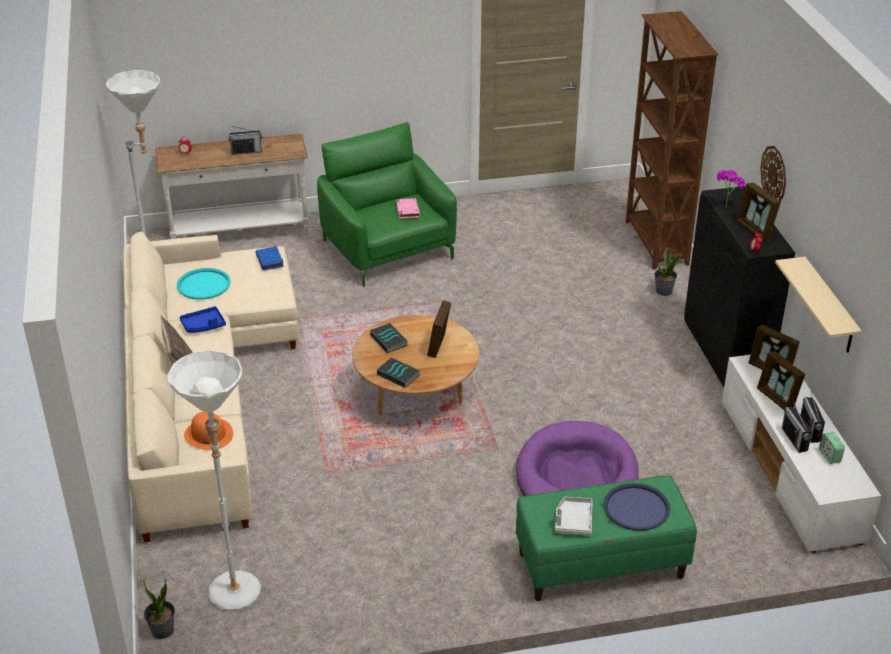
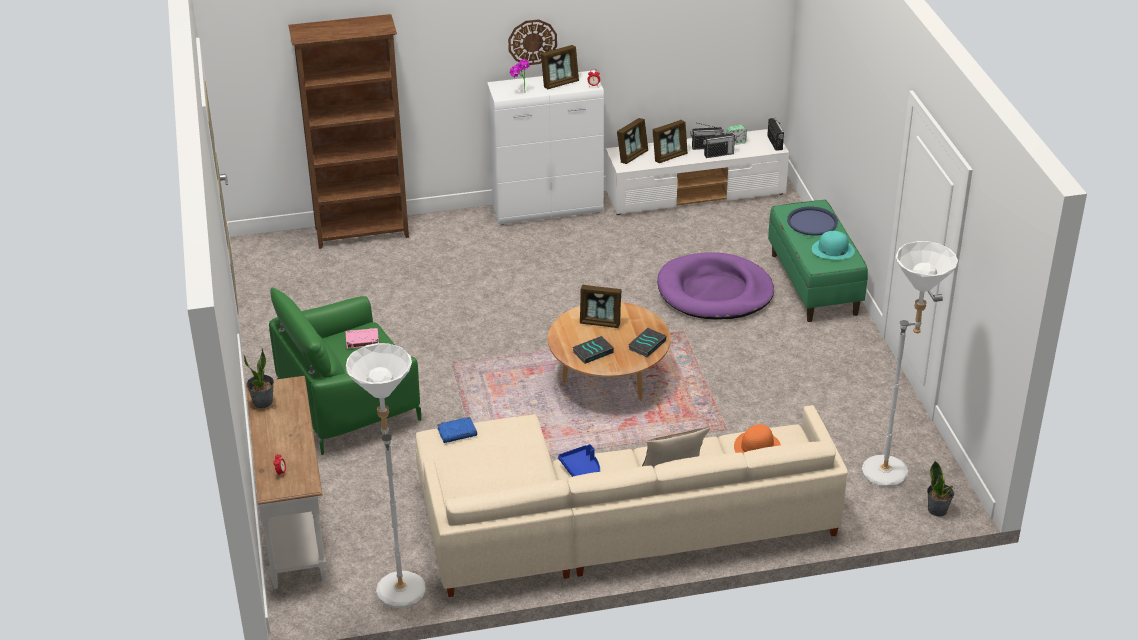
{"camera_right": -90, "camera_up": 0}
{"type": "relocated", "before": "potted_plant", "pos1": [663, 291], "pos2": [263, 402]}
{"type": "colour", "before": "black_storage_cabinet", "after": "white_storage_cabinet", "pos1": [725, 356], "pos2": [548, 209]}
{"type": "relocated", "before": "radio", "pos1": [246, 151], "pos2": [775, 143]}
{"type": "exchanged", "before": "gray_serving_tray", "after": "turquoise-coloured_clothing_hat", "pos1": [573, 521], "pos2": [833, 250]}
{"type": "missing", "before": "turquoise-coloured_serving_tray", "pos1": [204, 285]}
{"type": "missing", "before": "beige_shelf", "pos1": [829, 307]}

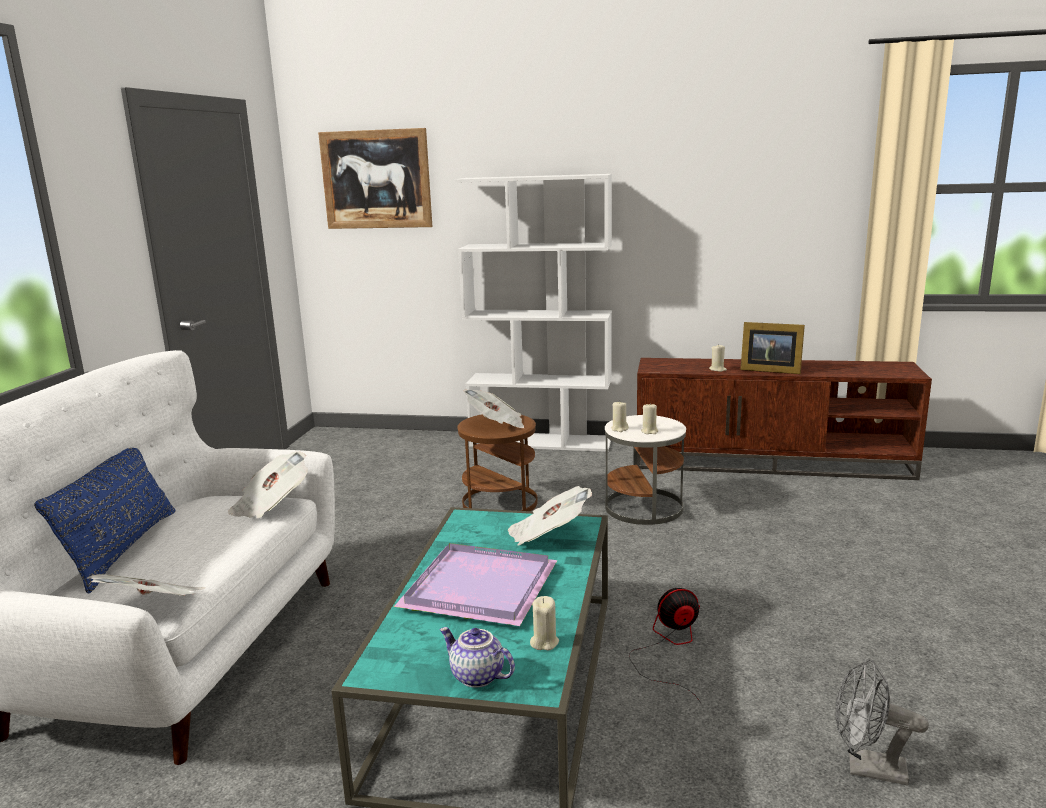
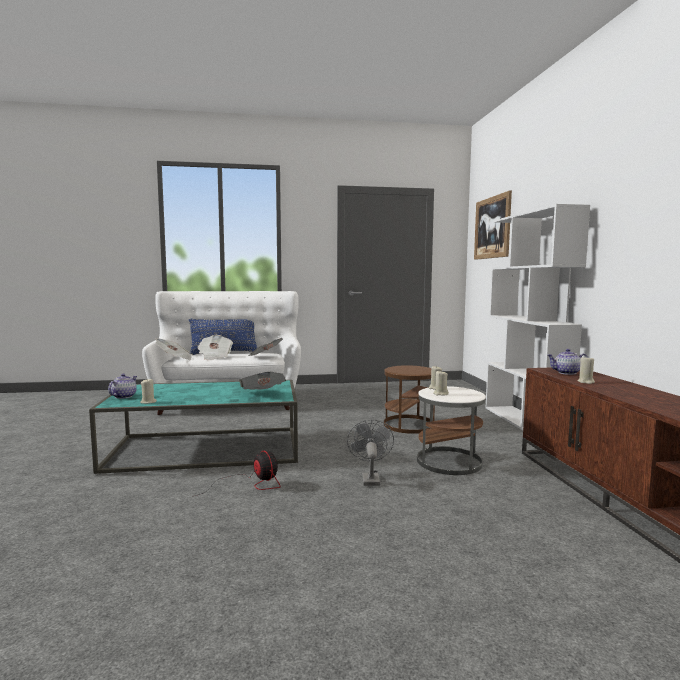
{"camera_right": 70, "camera_up": -10}
{"type": "relocated", "before": "printed_paper", "pos1": [496, 424], "pos2": [215, 357]}
{"type": "relocated", "before": "gray_electric_fan", "pos1": [867, 768], "pos2": [370, 478]}
{"type": "appeared", "after": "teapot", "pos2": [566, 373]}
{"type": "missing", "before": "purple_serving_tray", "pos1": [476, 588]}
{"type": "missing", "before": "picture_frame", "pos1": [768, 370]}

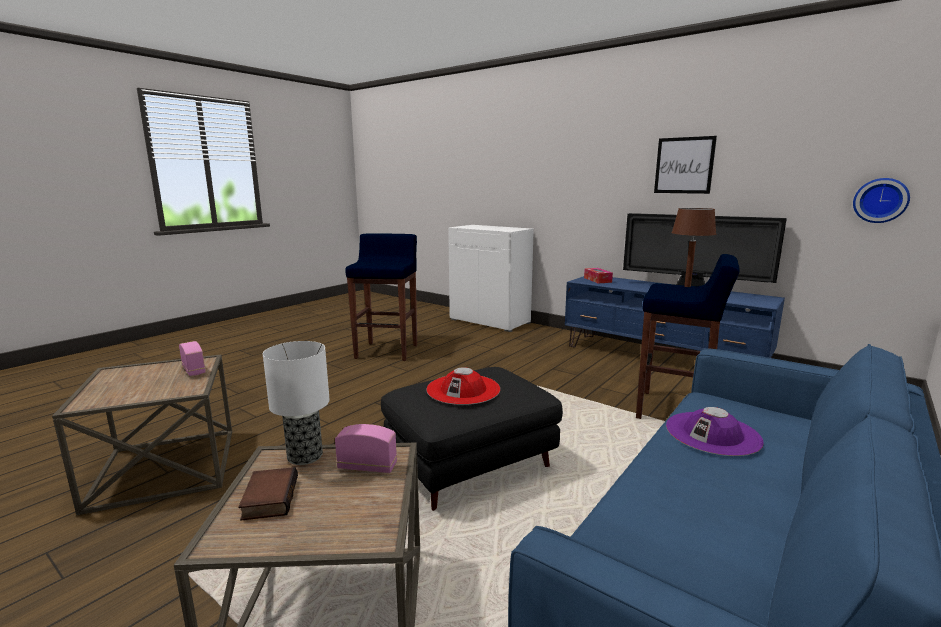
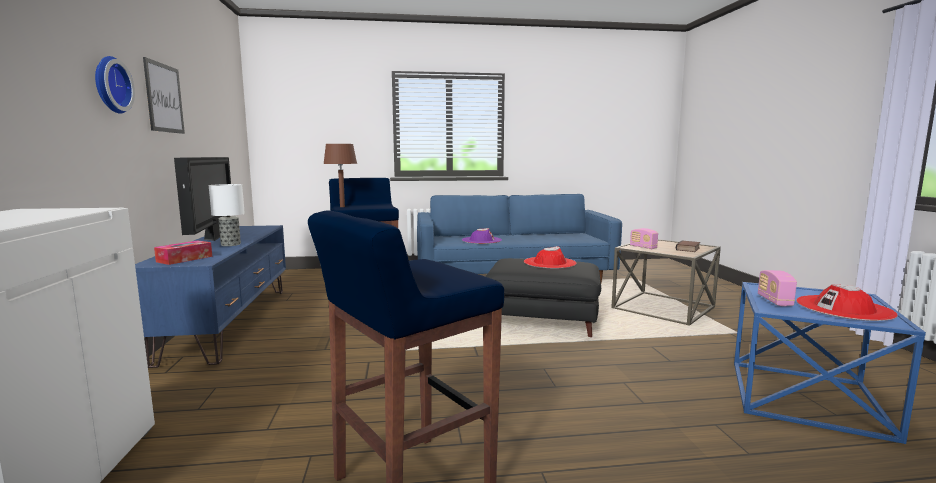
{"camera_right": -135, "camera_up": -5}
{"type": "relocated", "before": "hanging_clock", "pos1": [880, 200], "pos2": [109, 85]}
{"type": "relocated", "before": "lamp_for_a_table", "pos1": [306, 456], "pos2": [230, 244]}
{"type": "colour", "before": "brown_end_table", "after": "bluish_end_table", "pos1": [164, 467], "pos2": [807, 398]}
{"type": "appeared", "after": "red_clothing_hat", "pos2": [844, 308]}

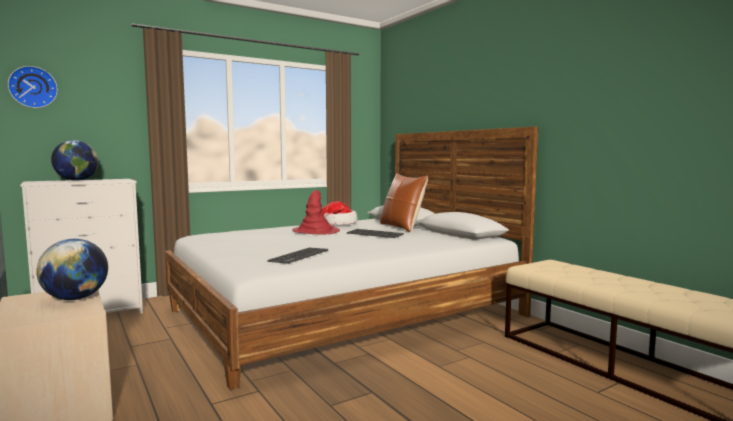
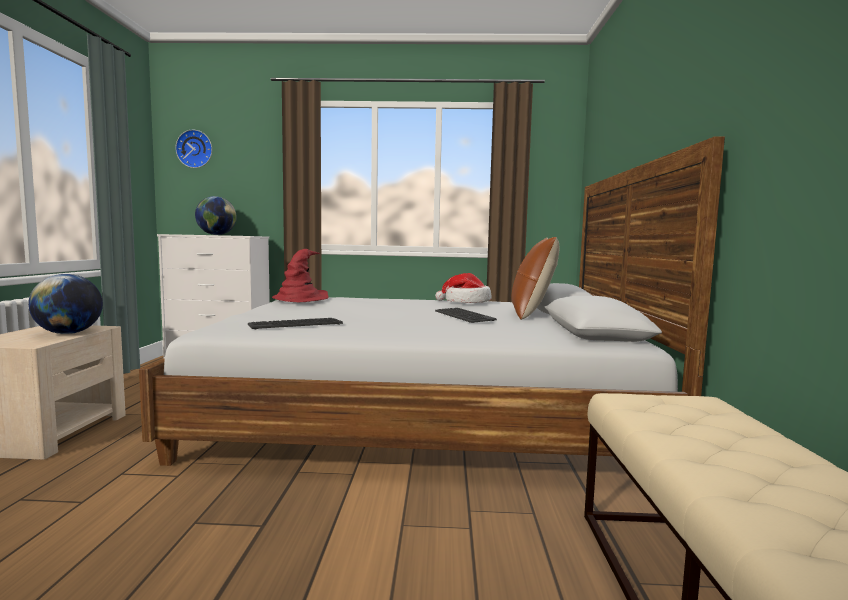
{"camera_right": 35, "camera_up": 0}
{"type": "relocated", "before": "red_clothing_hat", "pos1": [316, 231], "pos2": [301, 299]}

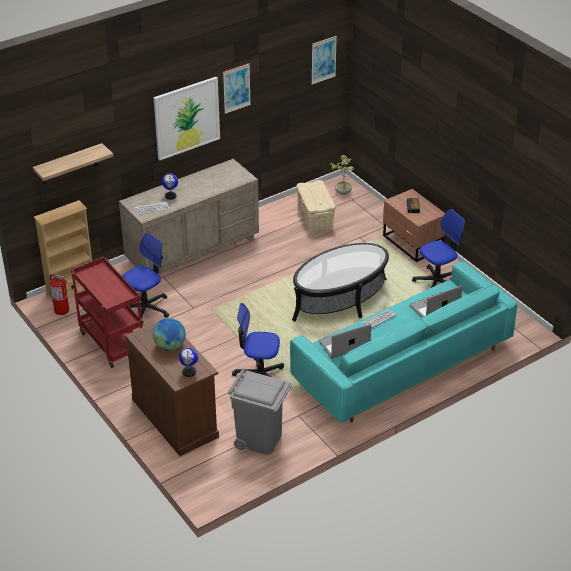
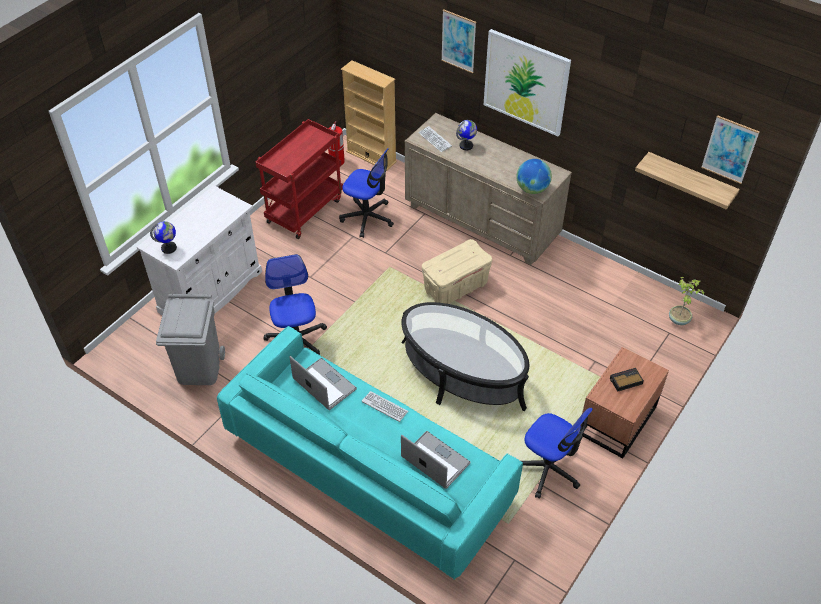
{"camera_right": 70, "camera_up": 10}
{"type": "colour", "before": "brown_storage_cabinet", "after": "white_storage_cabinet", "pos1": [175, 418], "pos2": [211, 292]}
{"type": "relocated", "before": "beige_storage_container", "pos1": [314, 218], "pos2": [456, 286]}
{"type": "relocated", "before": "wall_picture", "pos1": [236, 88], "pos2": [458, 41]}
{"type": "relocated", "before": "desk_globe", "pos1": [170, 346], "pos2": [532, 189]}
{"type": "relocated", "before": "shelf", "pos1": [69, 164], "pos2": [690, 181]}

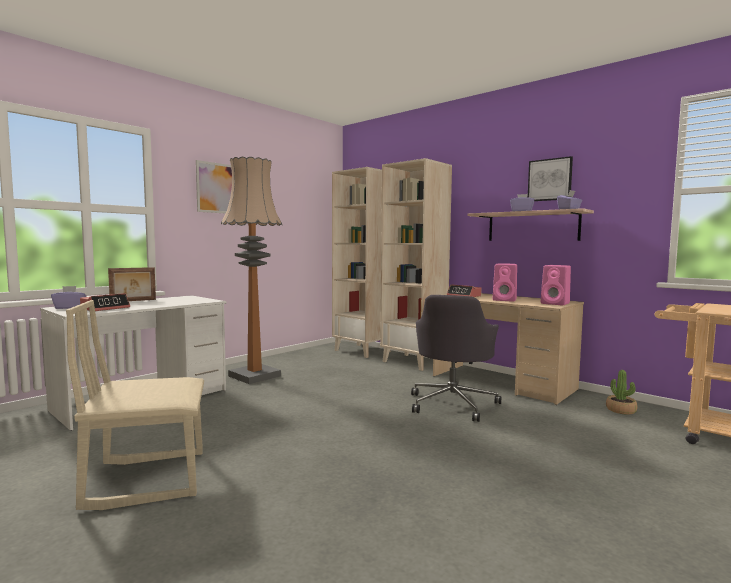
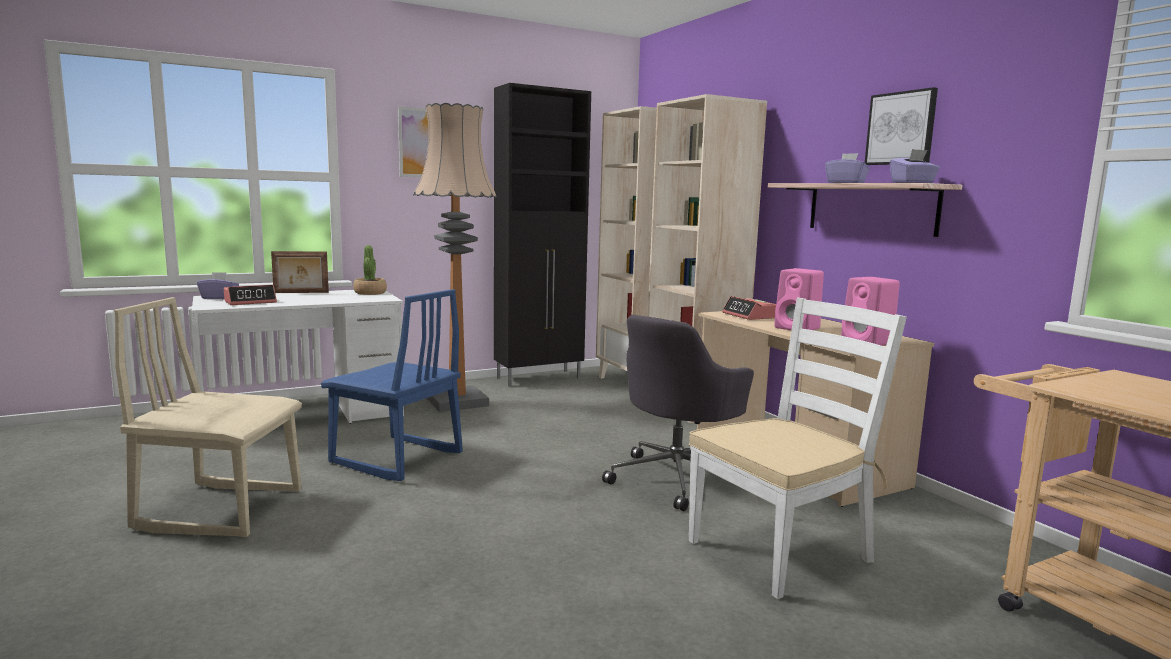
{"camera_right": 20, "camera_up": 5}
{"type": "appeared", "after": "bluish_upright_chair", "pos2": [396, 459]}
{"type": "relocated", "before": "potted_plant", "pos1": [621, 410], "pos2": [370, 293]}
{"type": "appeared", "after": "black_storage_cabinet", "pos2": [540, 378]}
{"type": "appeared", "after": "white_upright_chair", "pos2": [780, 550]}

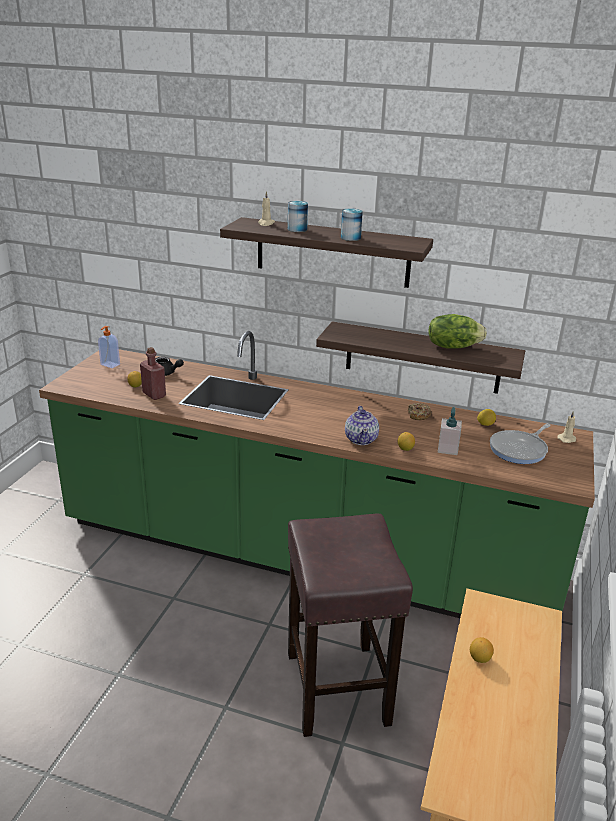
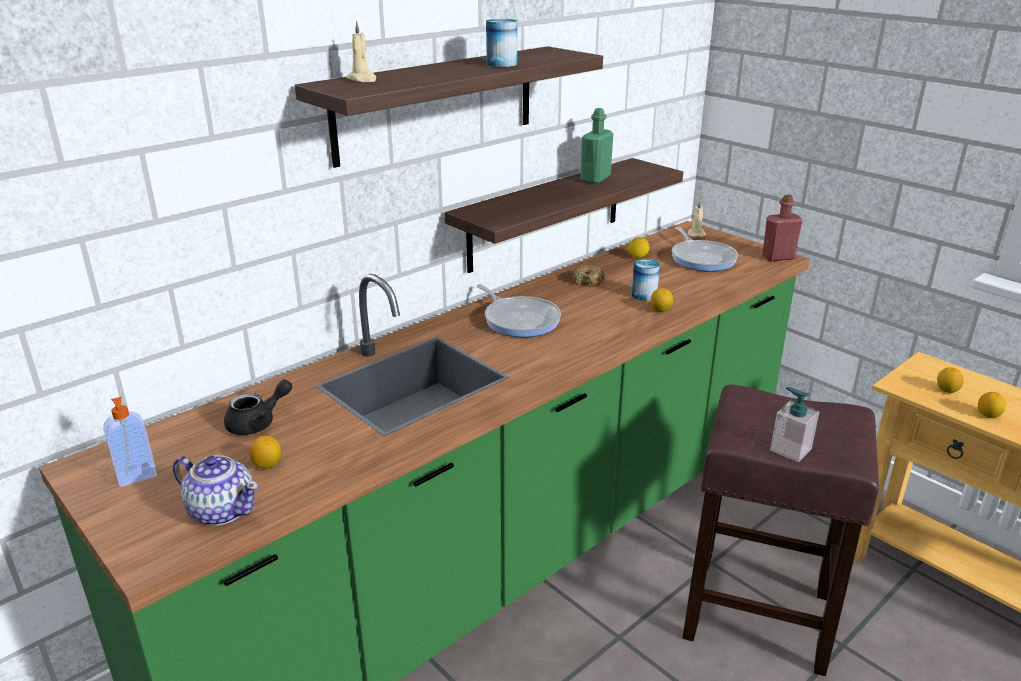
{"camera_right": -60, "camera_up": 0}
{"type": "relocated", "before": "teapot", "pos1": [361, 439], "pos2": [222, 510]}
{"type": "appeared", "after": "frying_pan", "pos2": [519, 320]}
{"type": "exchanged", "before": "lettuce_head", "after": "greenish_bottle", "pos1": [453, 346], "pos2": [595, 179]}
{"type": "relocated", "before": "metal_can", "pos1": [297, 229], "pos2": [644, 295]}
{"type": "relocated", "before": "red_bottle", "pos1": [154, 395], "pos2": [778, 257]}
{"type": "relocated", "before": "soap_dispenser", "pos1": [447, 449], "pos2": [790, 449]}
{"type": "appeared", "after": "lemon", "pos2": [947, 390]}

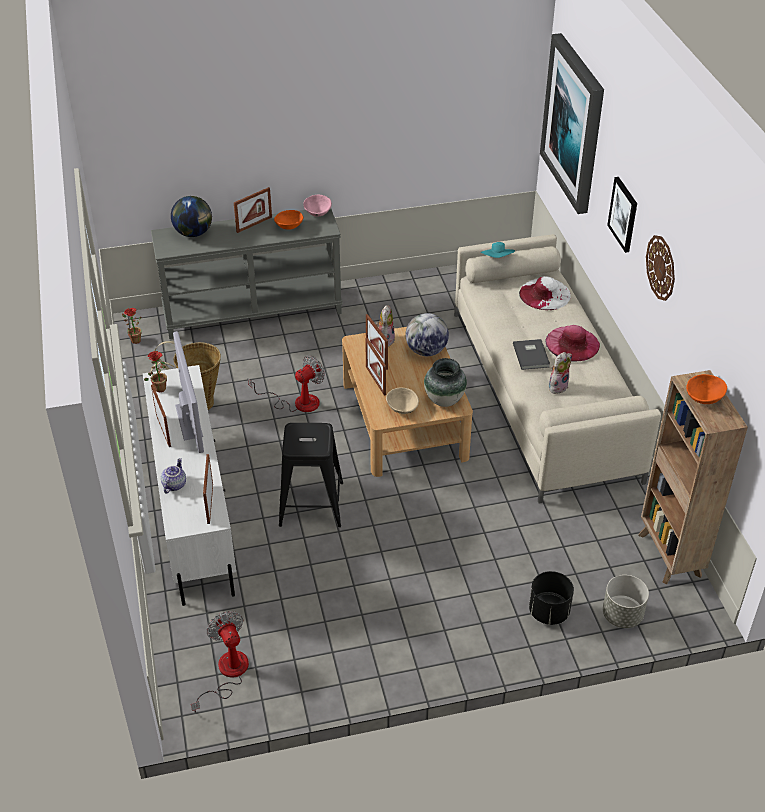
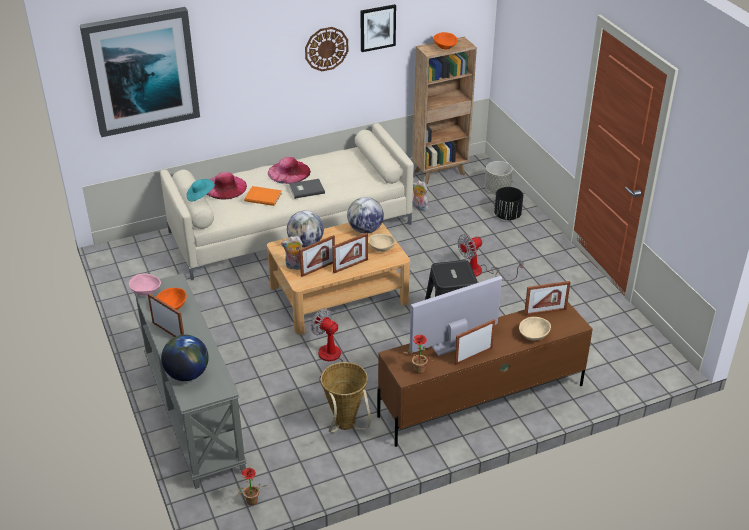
{"camera_right": -100, "camera_up": -5}
{"type": "colour", "before": "white_clothing_hat", "after": "pinkish_clothing_hat", "pos1": [545, 294], "pos2": [225, 187]}
{"type": "appeared", "after": "orange_volume", "pos2": [263, 196]}
{"type": "exchanged", "before": "vase", "after": "desk_globe", "pos1": [444, 400], "pos2": [365, 230]}
{"type": "relocated", "before": "wall_picture", "pos1": [623, 214], "pos2": [377, 27]}
{"type": "colour", "before": "white_tv_stand", "after": "brown_tv_stand", "pos1": [194, 509], "pos2": [480, 400]}
{"type": "relocated", "before": "soft_toy", "pos1": [557, 386], "pos2": [419, 208]}
{"type": "relocated", "before": "electric_fan", "pos1": [227, 673], "pos2": [479, 272]}
{"type": "exchanged", "before": "teapot", "after": "beige_serving_bowl", "pos1": [174, 484], "pos2": [534, 336]}

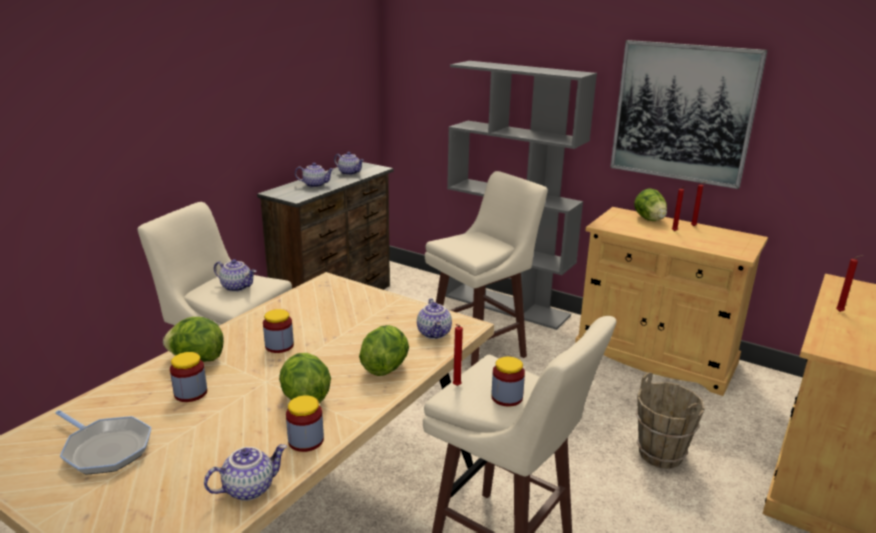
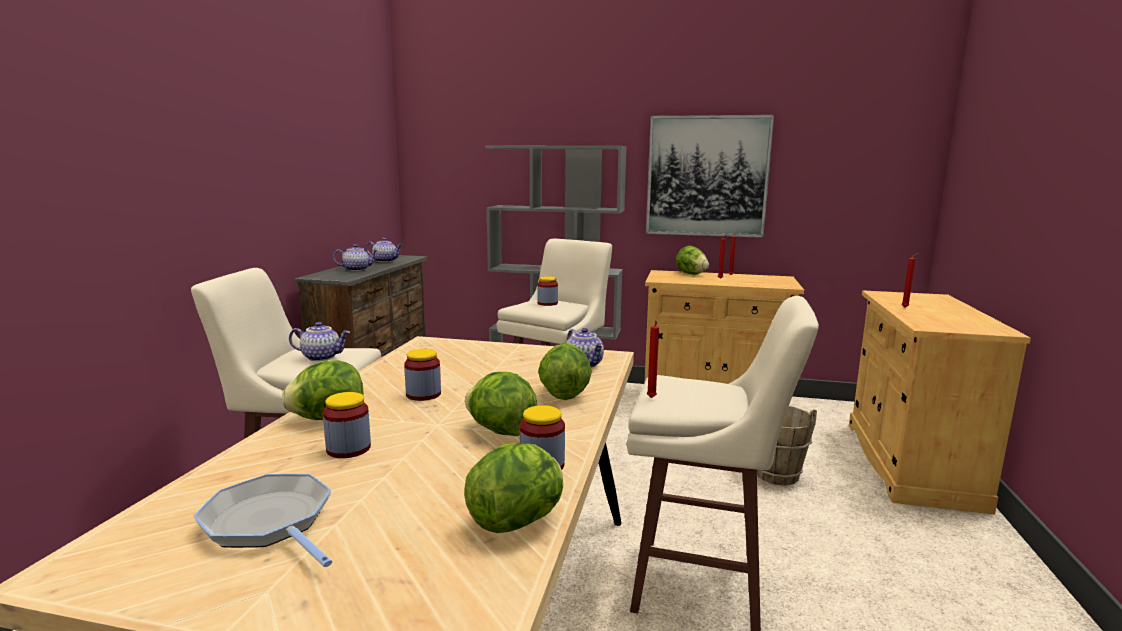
{"camera_right": -20, "camera_up": -10}
{"type": "spun", "before": "frying_pan", "pos1": [105, 449], "pos2": [271, 523], "turn": -150}
{"type": "exchanged", "before": "teapot", "after": "lettuce_head", "pos1": [249, 488], "pos2": [518, 521]}
{"type": "relocated", "before": "storage_jar", "pos1": [507, 397], "pos2": [547, 303]}

